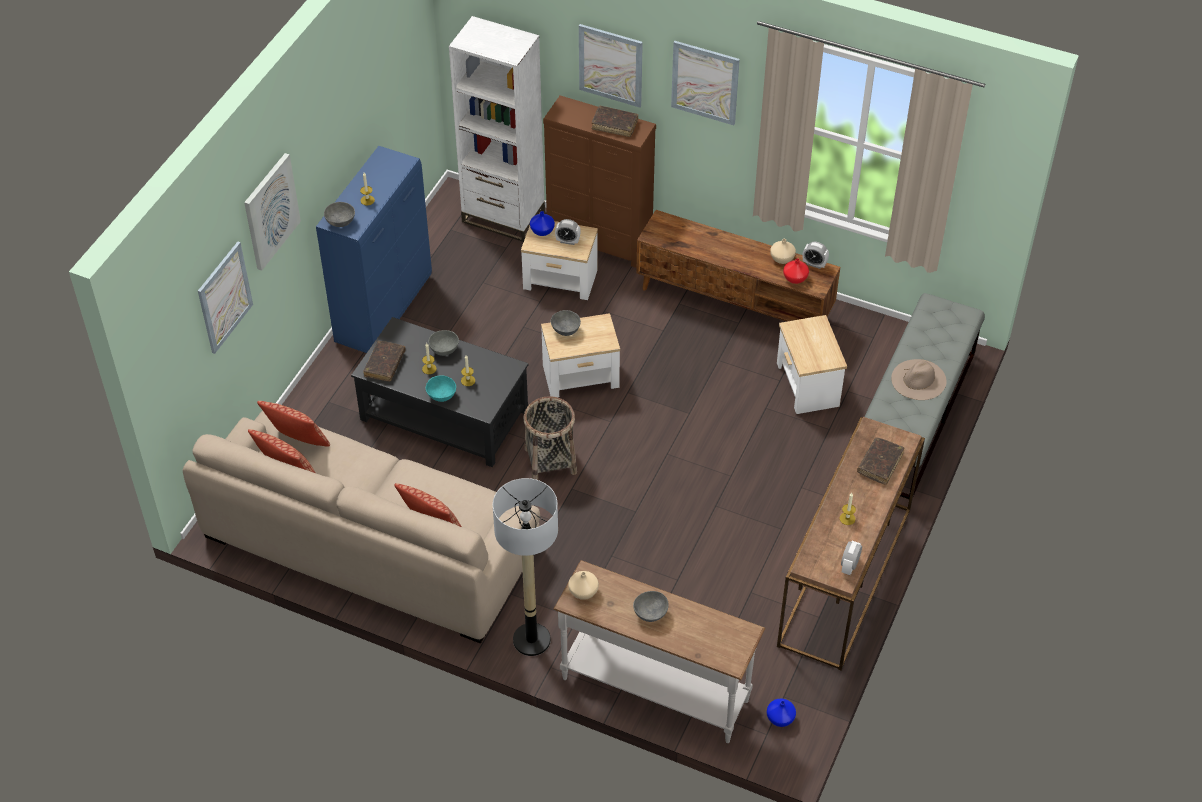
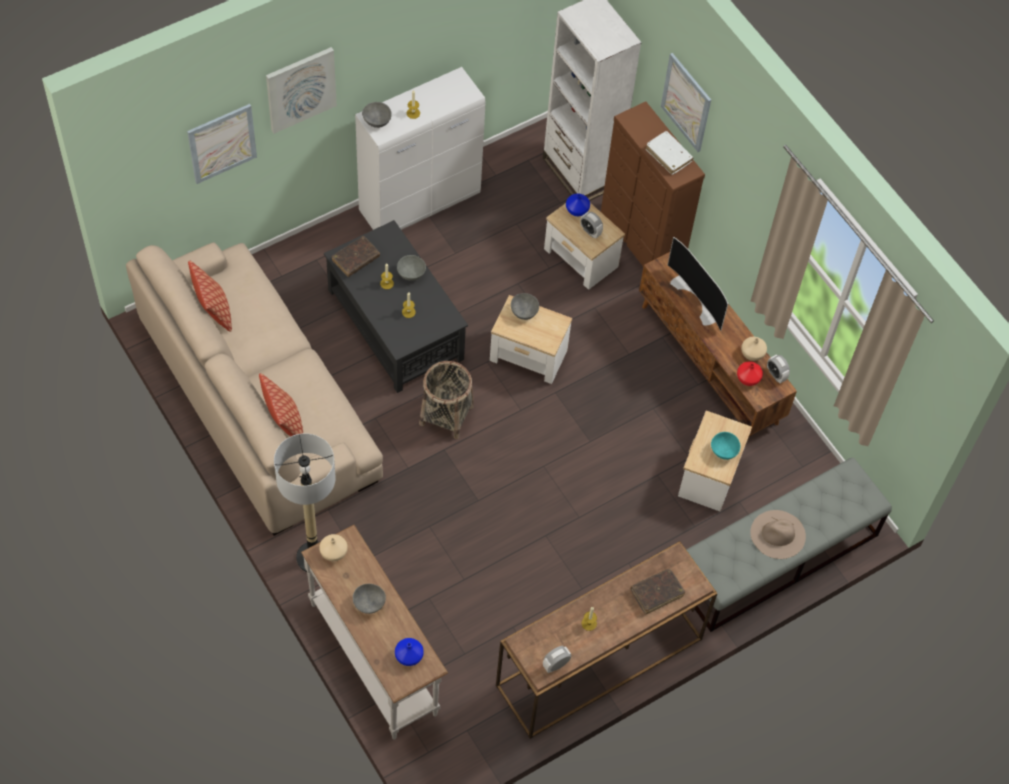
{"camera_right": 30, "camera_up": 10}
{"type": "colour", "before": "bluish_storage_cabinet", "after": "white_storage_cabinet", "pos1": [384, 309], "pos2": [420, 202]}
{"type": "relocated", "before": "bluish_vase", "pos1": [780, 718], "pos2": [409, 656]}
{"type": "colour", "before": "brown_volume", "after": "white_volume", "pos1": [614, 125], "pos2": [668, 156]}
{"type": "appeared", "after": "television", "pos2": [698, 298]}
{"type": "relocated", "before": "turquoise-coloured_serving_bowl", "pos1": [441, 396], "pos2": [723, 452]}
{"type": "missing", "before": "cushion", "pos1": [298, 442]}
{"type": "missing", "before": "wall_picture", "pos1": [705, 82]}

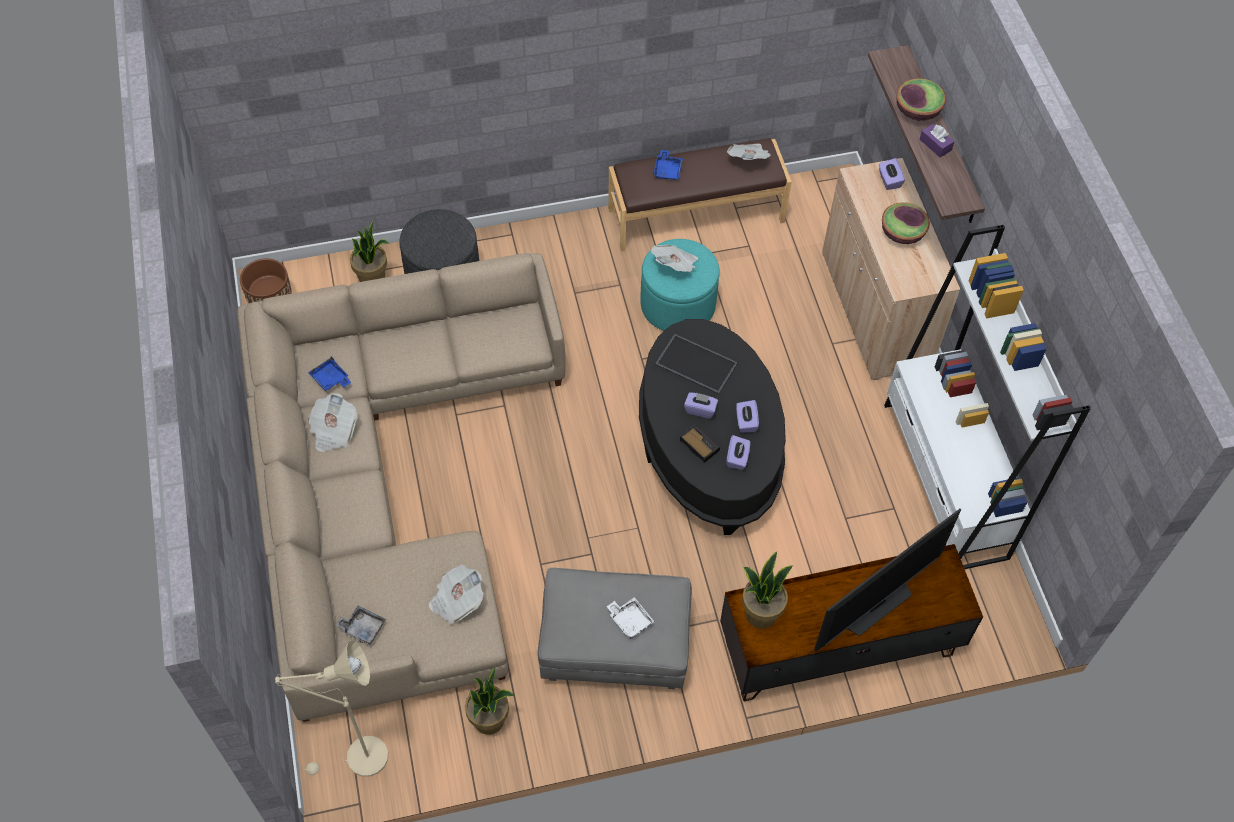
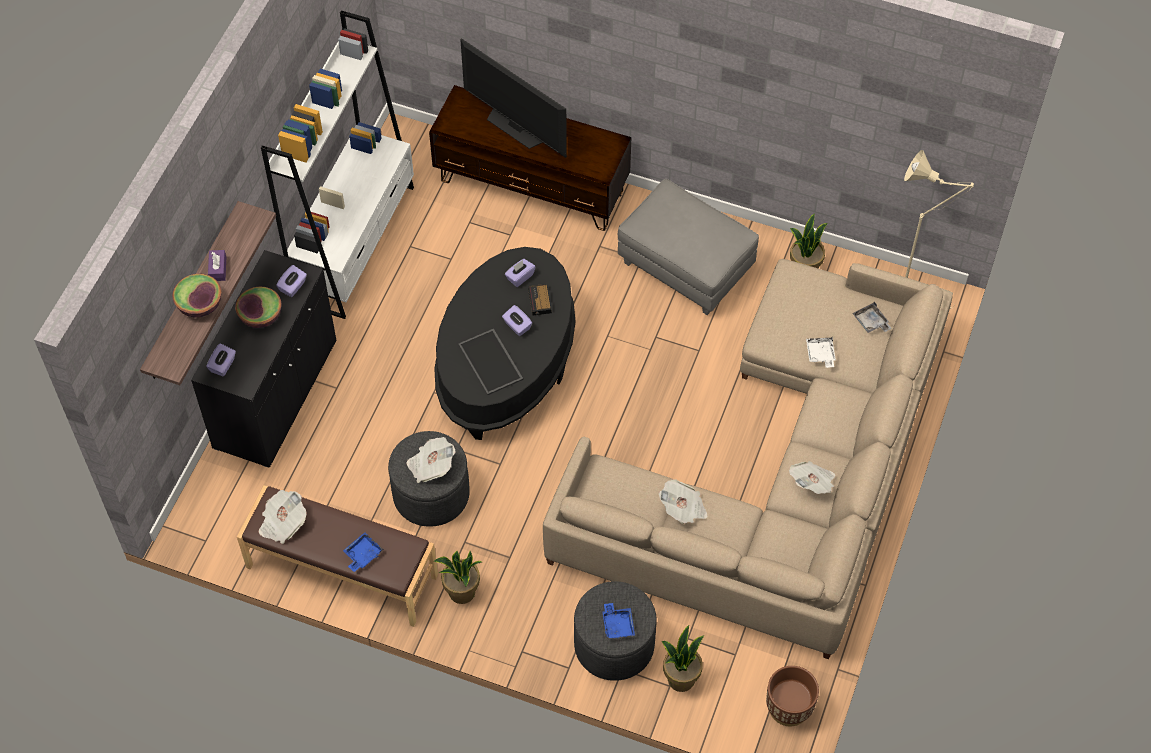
{"camera_right": -145, "camera_up": 0}
{"type": "colour", "before": "beige_storage_cabinet", "after": "black_storage_cabinet", "pos1": [875, 310], "pos2": [276, 395]}
{"type": "relocated", "before": "purple_tissue_holder", "pos1": [746, 422], "pos2": [293, 287]}
{"type": "colour", "before": "turquoise-coloured_pouffe", "after": "gray_pouffe", "pos1": [677, 305], "pos2": [431, 494]}
{"type": "relocated", "before": "potted_plant", "pos1": [760, 613], "pos2": [462, 592]}
{"type": "spun", "before": "television", "pos1": [875, 604], "pos2": [516, 127], "turn": -135}
{"type": "relocated", "before": "bluish_serving_tray", "pos1": [330, 379], "pos2": [617, 625]}
{"type": "relocated", "before": "printed_paper", "pos1": [456, 601], "pos2": [683, 509]}
{"type": "relocated", "before": "white_serving_tray", "pos1": [630, 620], "pos2": [820, 354]}

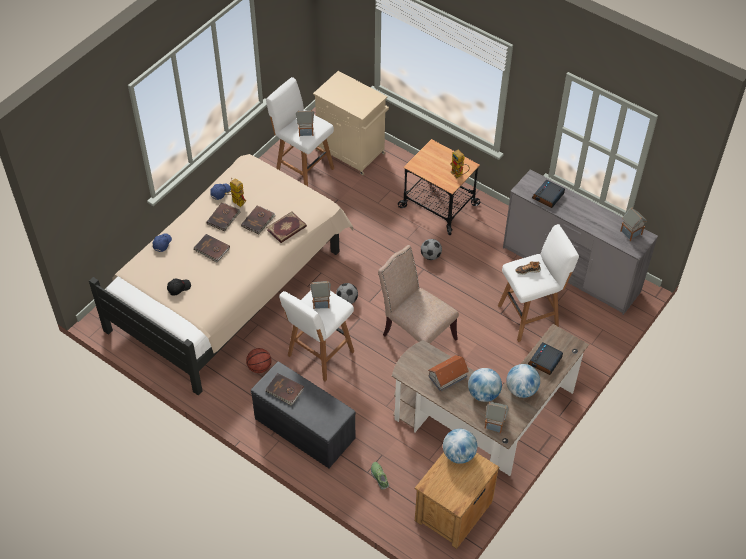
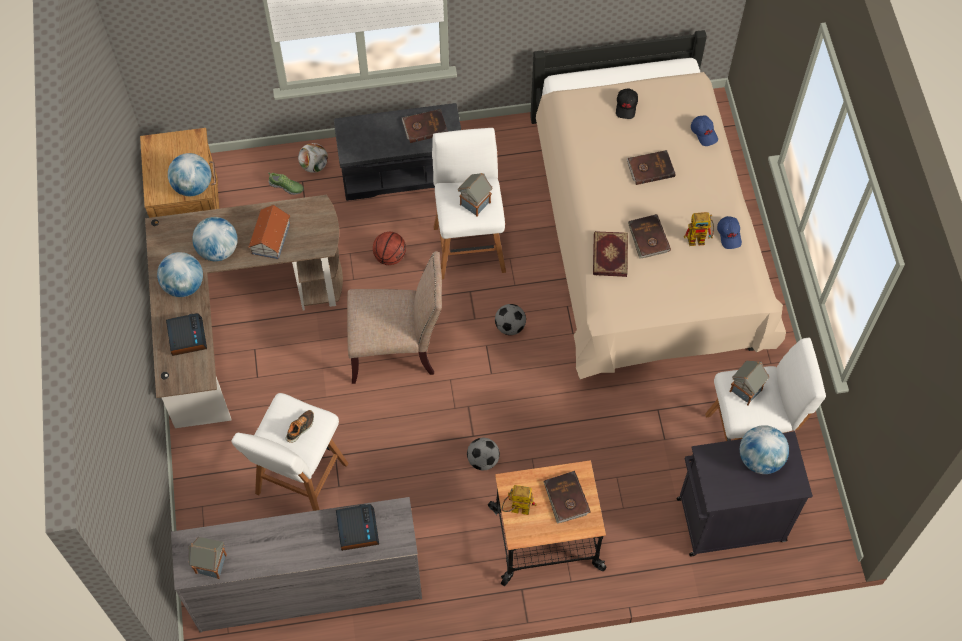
{"camera_right": 135, "camera_up": 10}
{"type": "appeared", "after": "football", "pos2": [314, 165]}
{"type": "relocated", "before": "ball_for_basketball", "pos1": [259, 367], "pos2": [390, 256]}
{"type": "relocated", "before": "brown_volume", "pos1": [223, 218], "pos2": [566, 498]}
{"type": "colour", "before": "beige_storage_cabinet", "after": "black_storage_cabinet", "pos1": [352, 152], "pos2": [728, 520]}
{"type": "appeared", "after": "desk_globe", "pos2": [760, 459]}
{"type": "missing", "before": "toy_house", "pos1": [495, 423]}

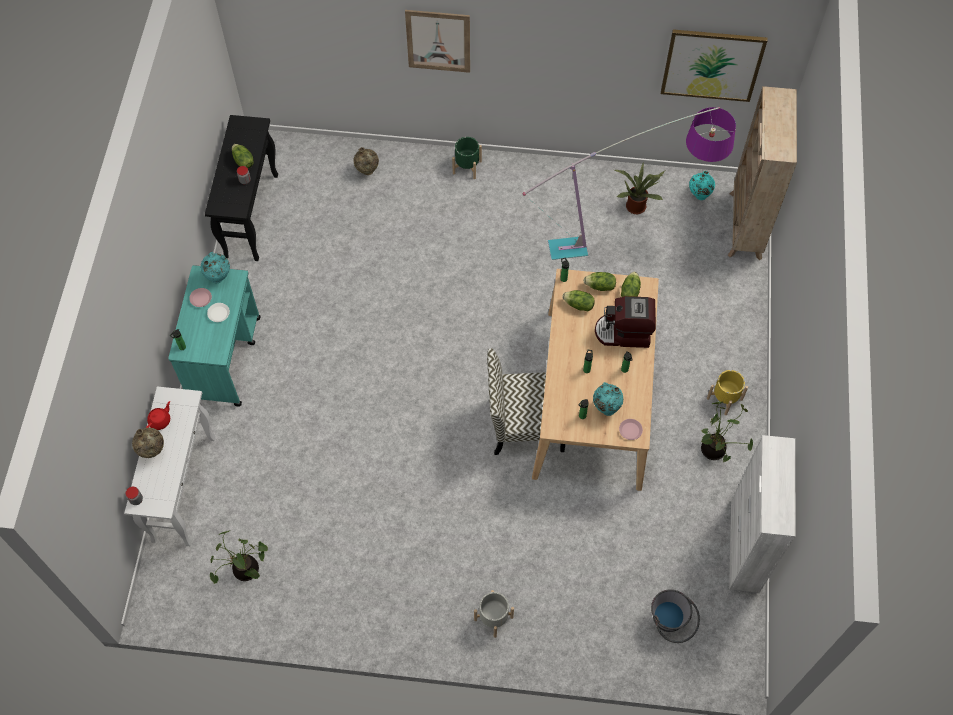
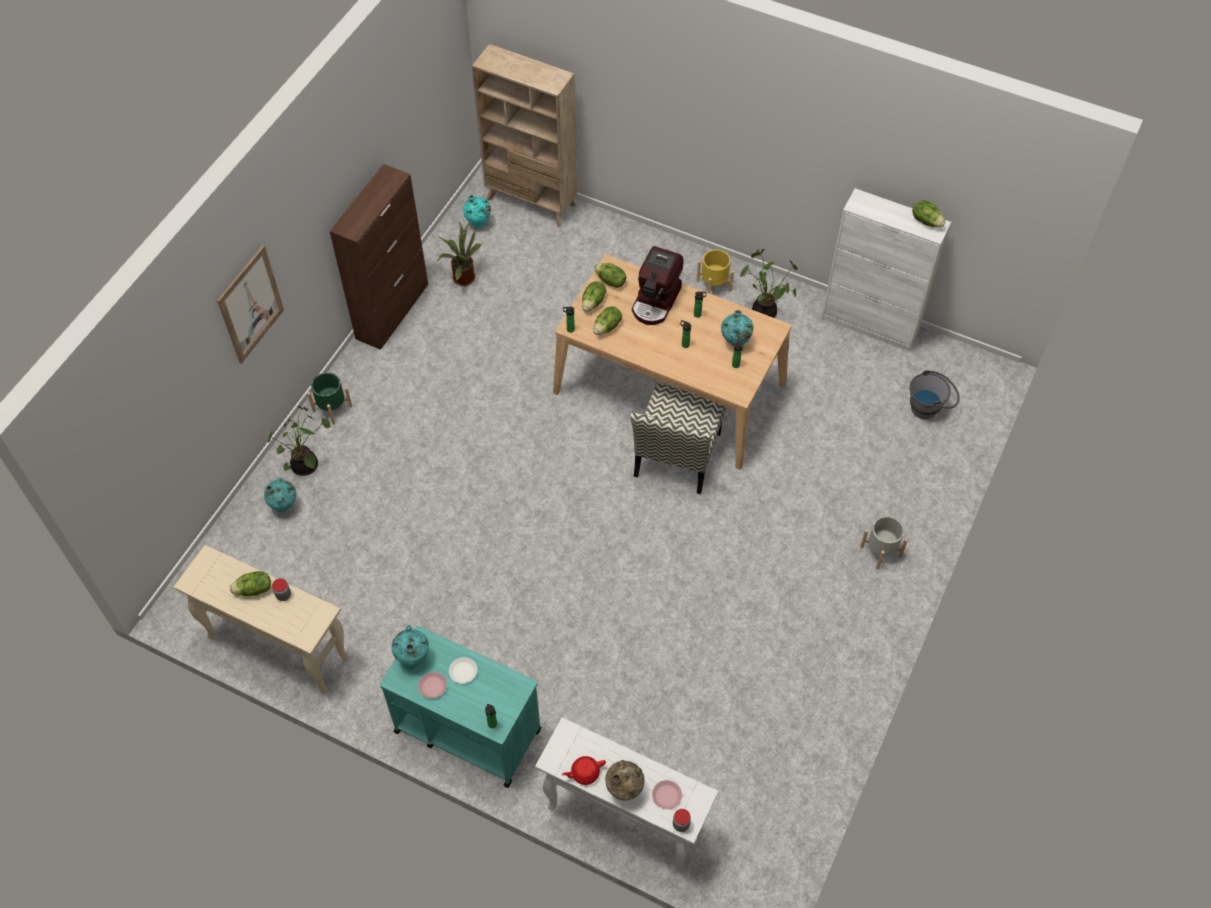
{"camera_right": -70, "camera_up": -5}
{"type": "colour", "before": "black_narrow_table", "after": "beige_narrow_table", "pos1": [251, 215], "pos2": [277, 648]}
{"type": "colour", "before": "beige_vase", "after": "turquoise-coloured_vase", "pos1": [367, 172], "pos2": [284, 507]}
{"type": "relocated", "before": "potted_plant", "pos1": [245, 571], "pos2": [306, 467]}
{"type": "appeared", "after": "brown_storage_cabinet", "pos2": [392, 311]}
{"type": "spun", "before": "red_teapot", "pos1": [160, 421], "pos2": [584, 773], "turn": -75}
{"type": "relocated", "before": "pinkish_flat_dish", "pos1": [630, 430], "pos2": [666, 796]}
{"type": "appeared", "after": "lettuce_head", "pos2": [926, 221]}
{"type": "missing", "before": "floor_lamp", "pos1": [633, 240]}
{"type": "missing", "before": "wall_picture", "pos1": [712, 64]}

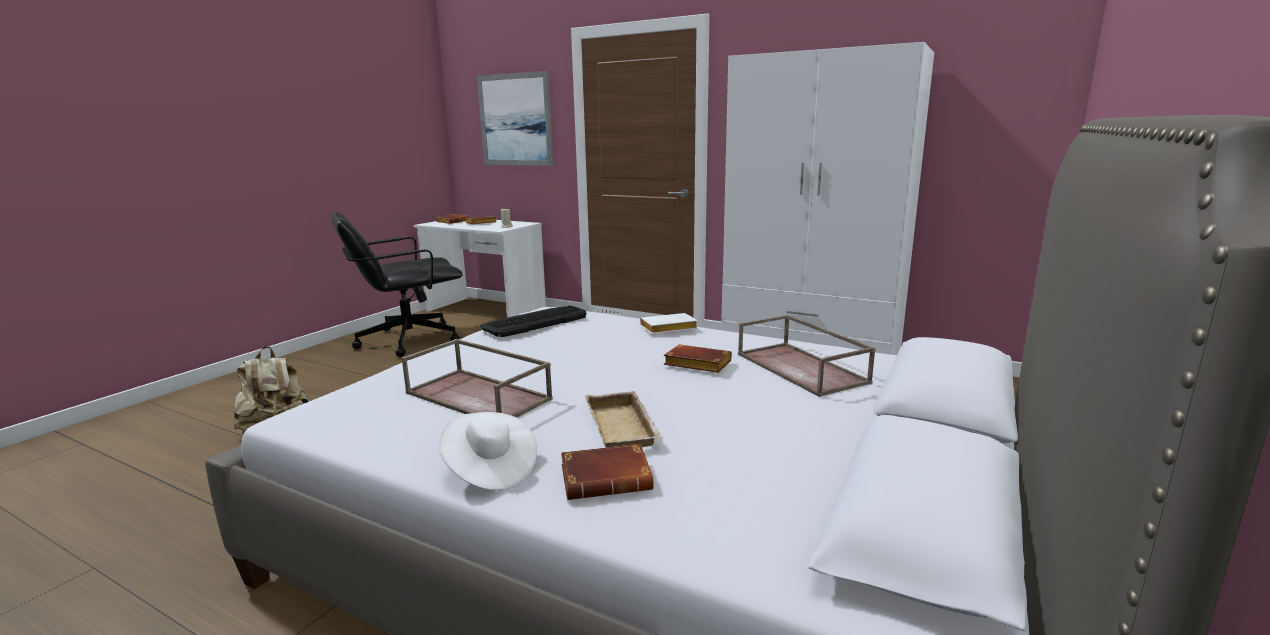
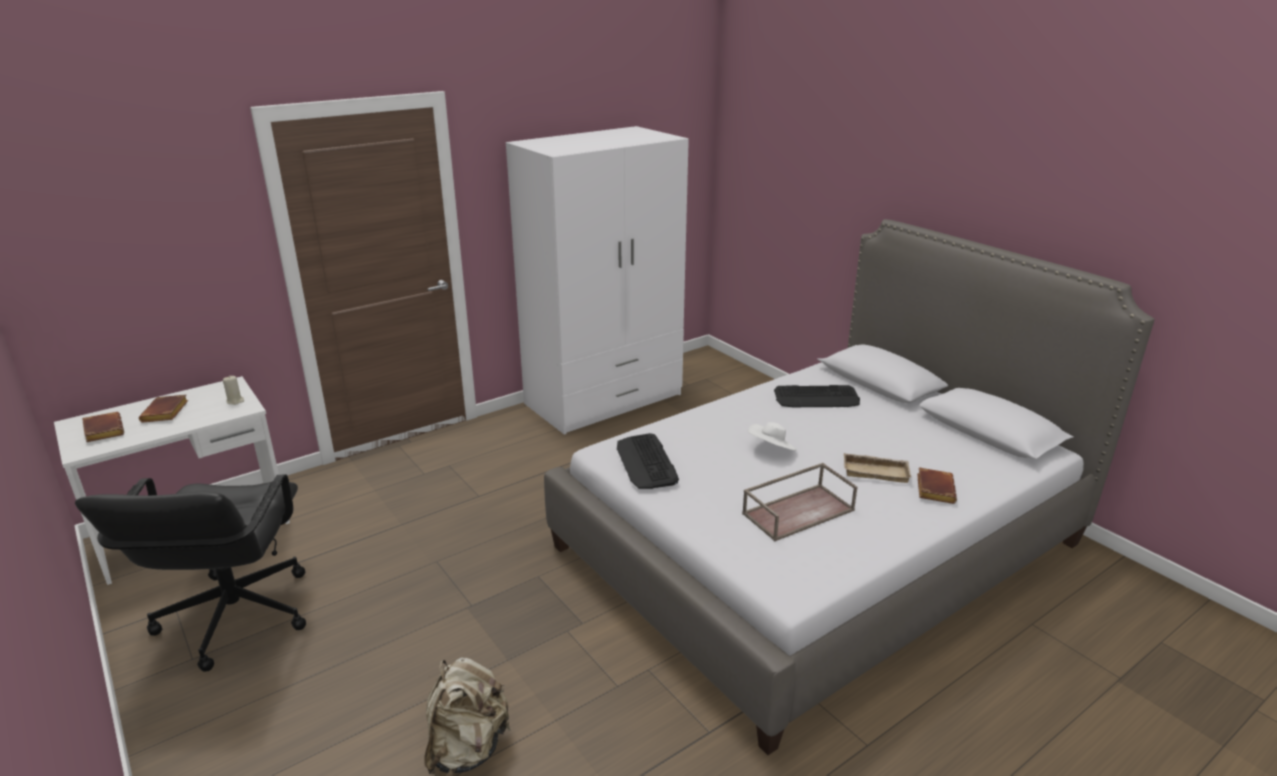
{"camera_right": -65, "camera_up": 10}
{"type": "relocated", "before": "white_clothing_hat", "pos1": [489, 469], "pos2": [771, 449]}
{"type": "exchanged", "before": "brown_serving_tray", "after": "keyboard", "pos1": [802, 368], "pos2": [817, 398]}
{"type": "missing", "before": "wall_picture", "pos1": [515, 120]}
{"type": "missing", "before": "white_volume", "pos1": [667, 329]}
{"type": "missing", "before": "brown_volume", "pos1": [695, 365]}

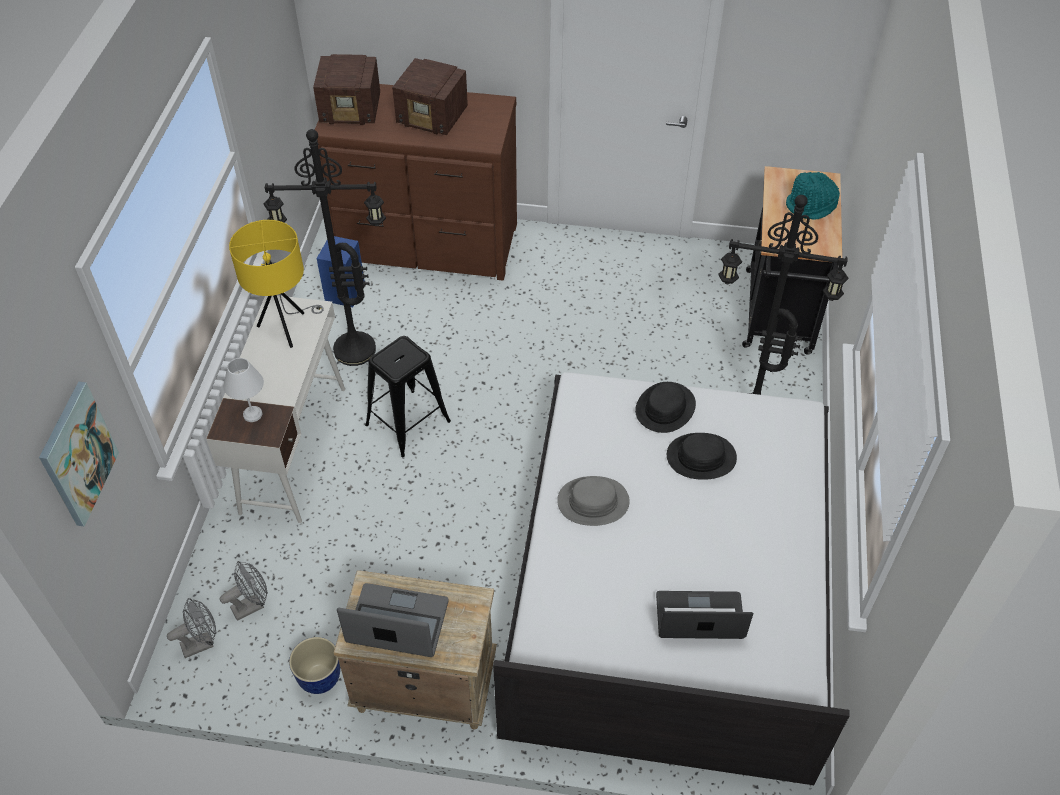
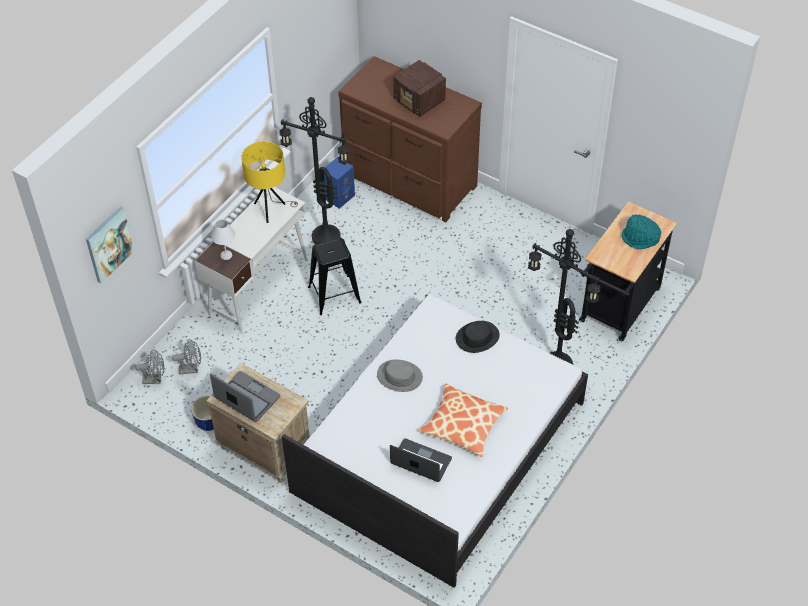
{"camera_right": 25, "camera_up": 0}
{"type": "appeared", "after": "cushion", "pos2": [463, 425]}
{"type": "missing", "before": "radio", "pos1": [351, 110]}
{"type": "missing", "before": "black_clothing_hat", "pos1": [701, 457]}

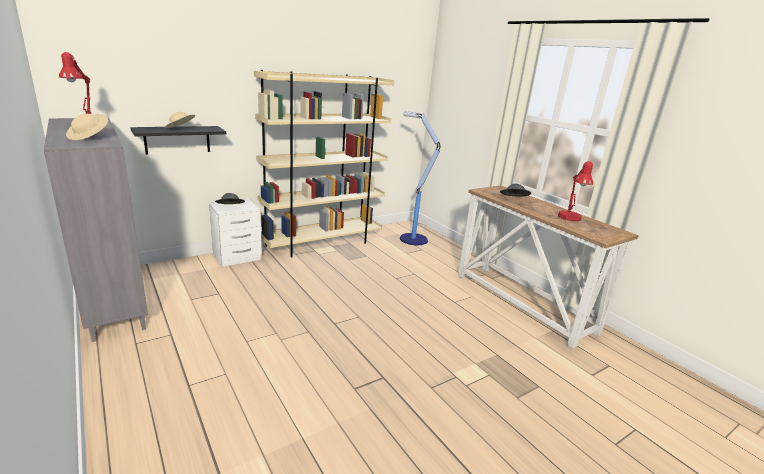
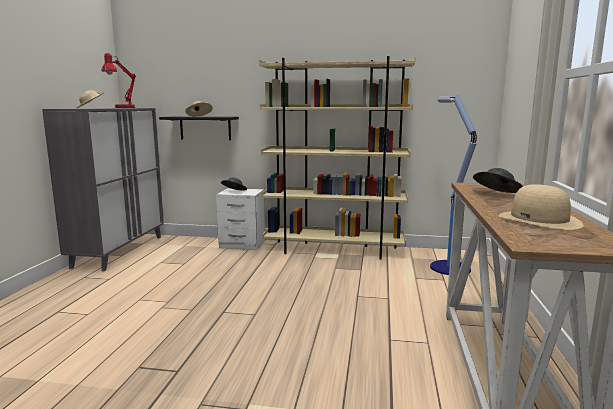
{"camera_right": 45, "camera_up": -10}
{"type": "exchanged", "before": "red_lamp_for_a_table", "after": "beige_clothing_hat", "pos1": [570, 219], "pos2": [539, 220]}

